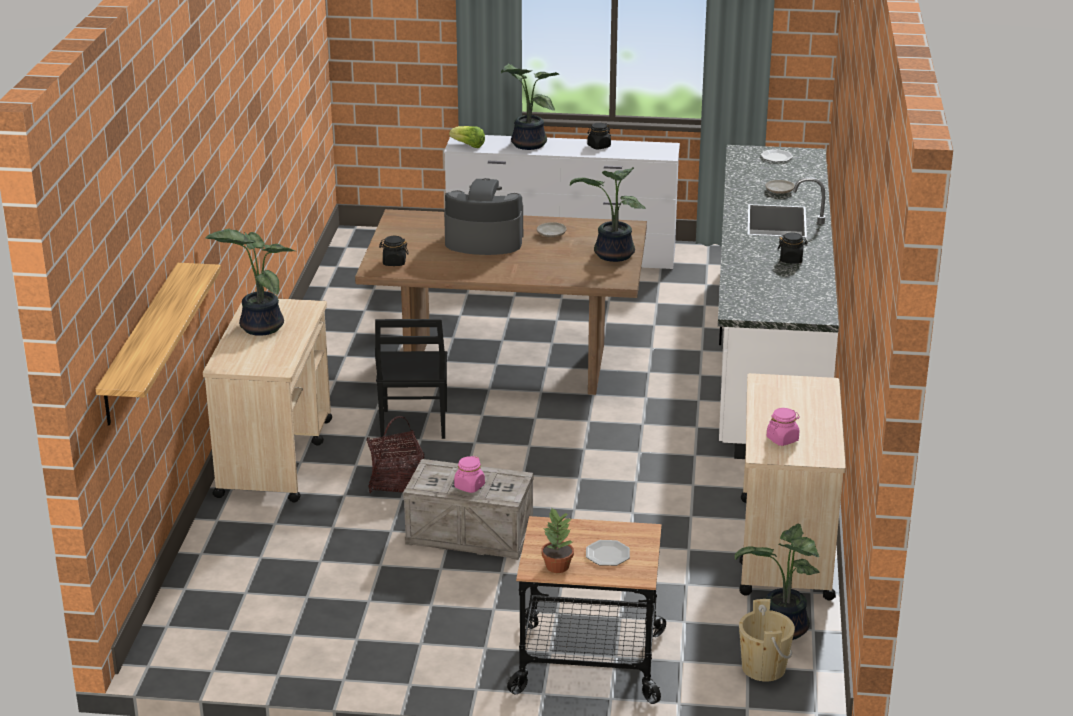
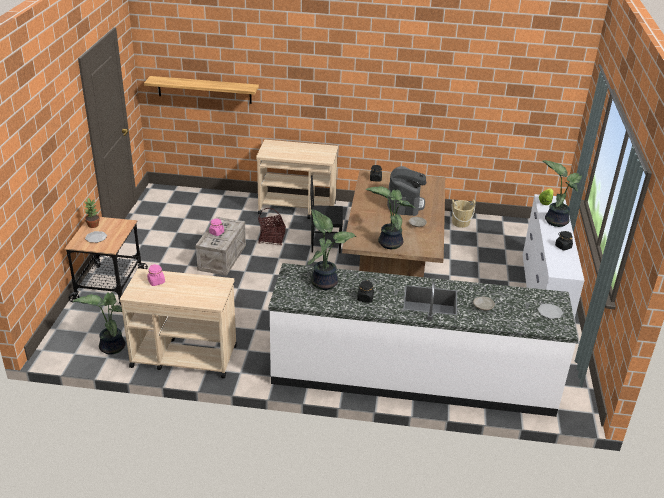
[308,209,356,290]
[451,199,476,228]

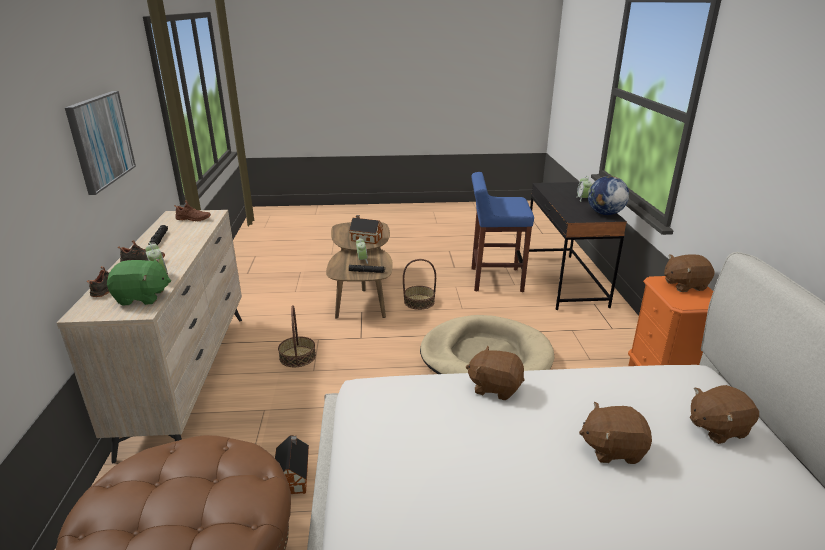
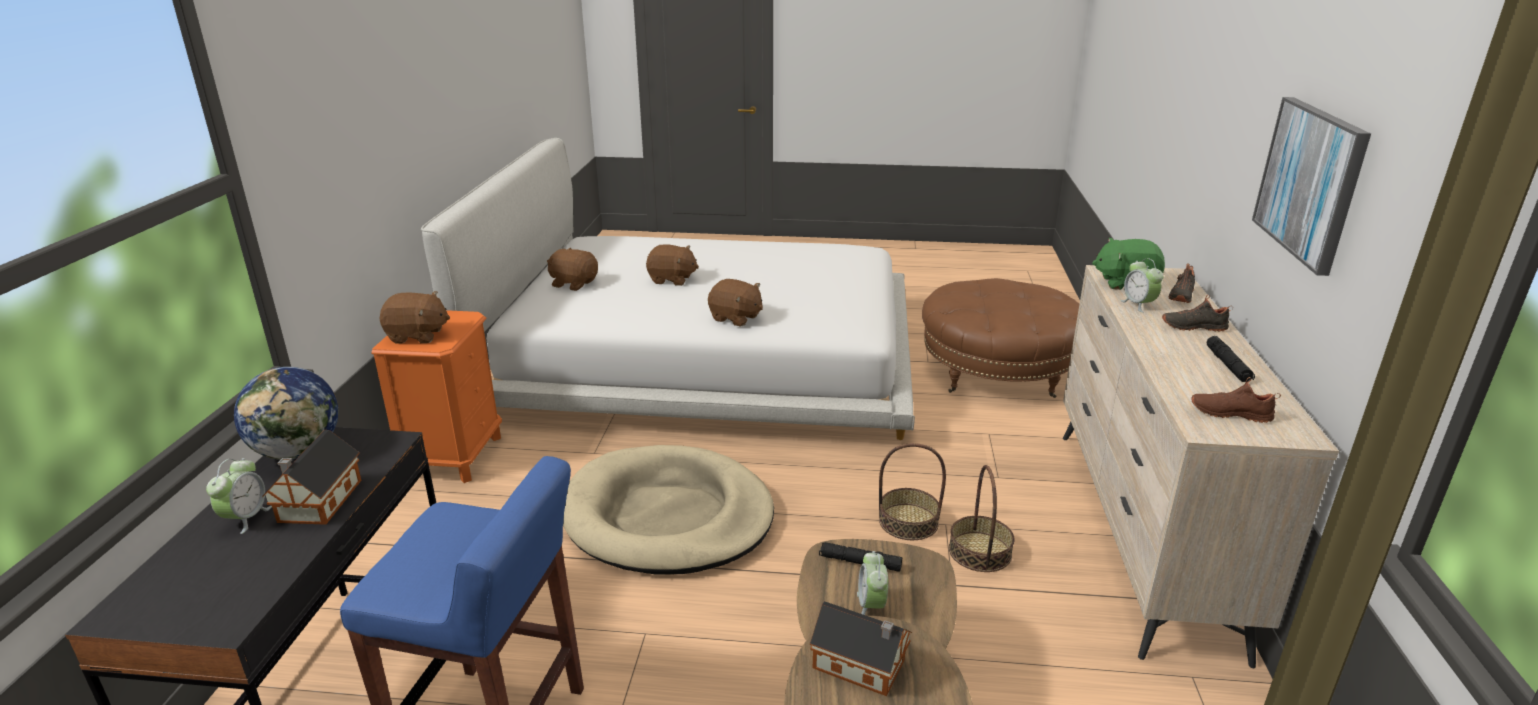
[262,430,362,525]
[879,443,946,540]
[547,247,598,291]

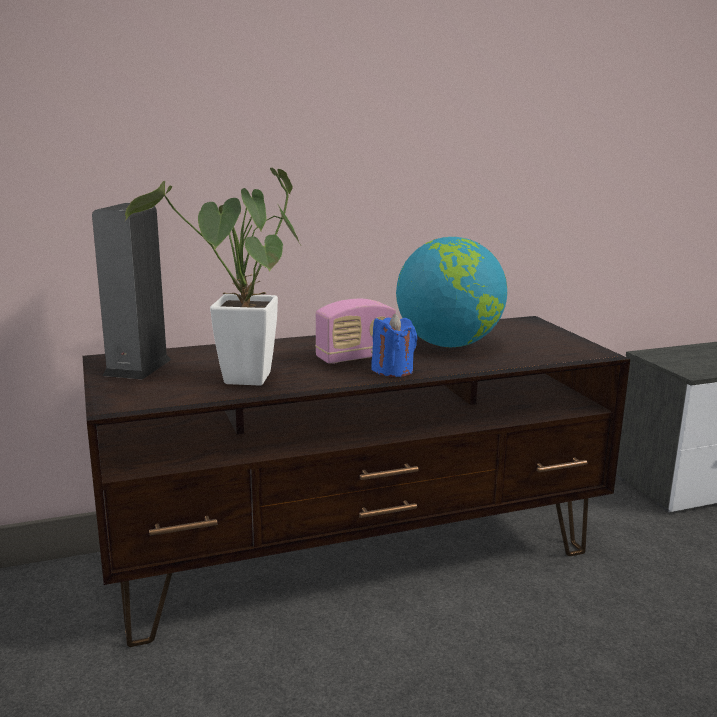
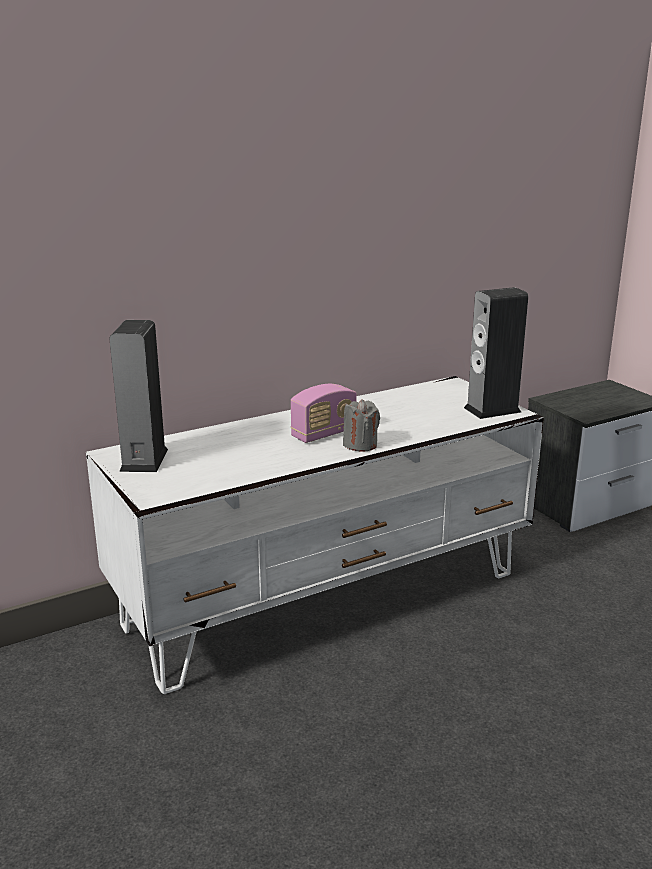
[86,376,544,694]
[125,167,300,386] (first image)
[343,399,380,452]
[396,237,507,347] (first image)
[464,287,528,419]

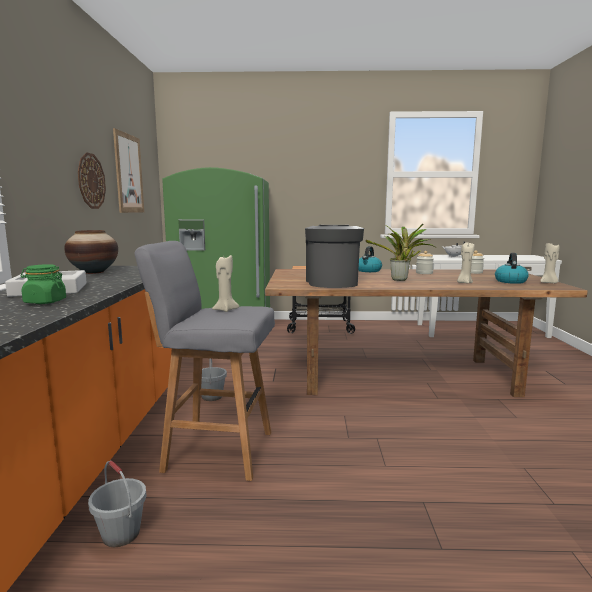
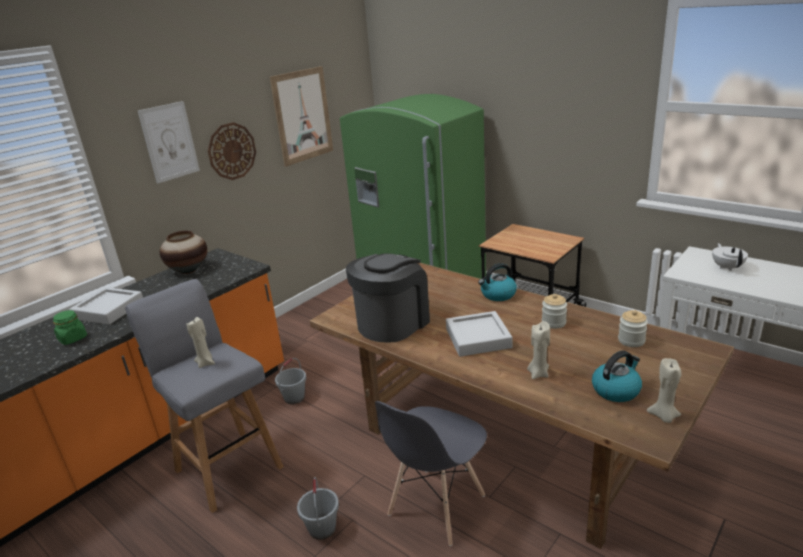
[297,477,339,540]
[446,311,513,357]
[138,101,200,184]
[375,401,487,546]

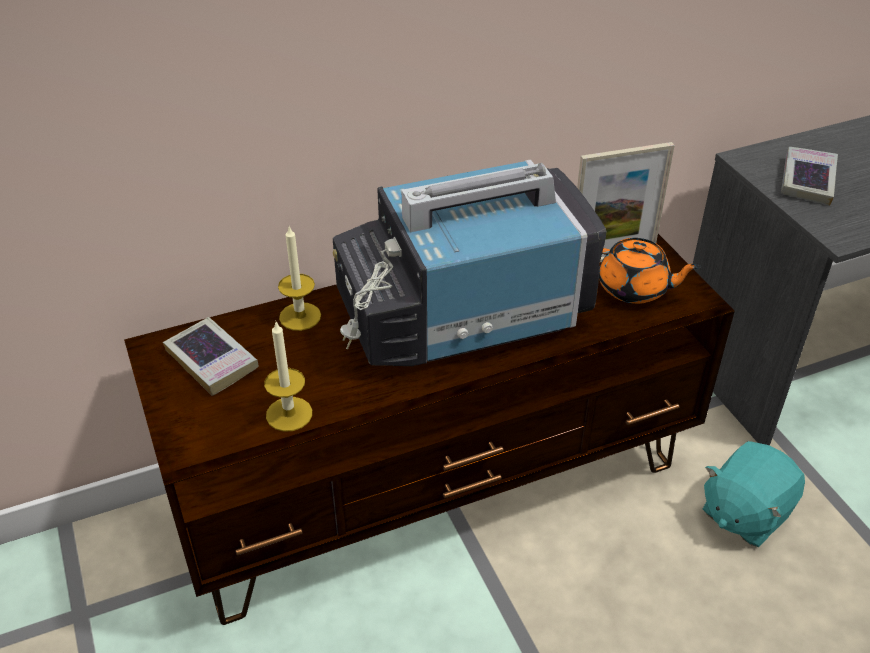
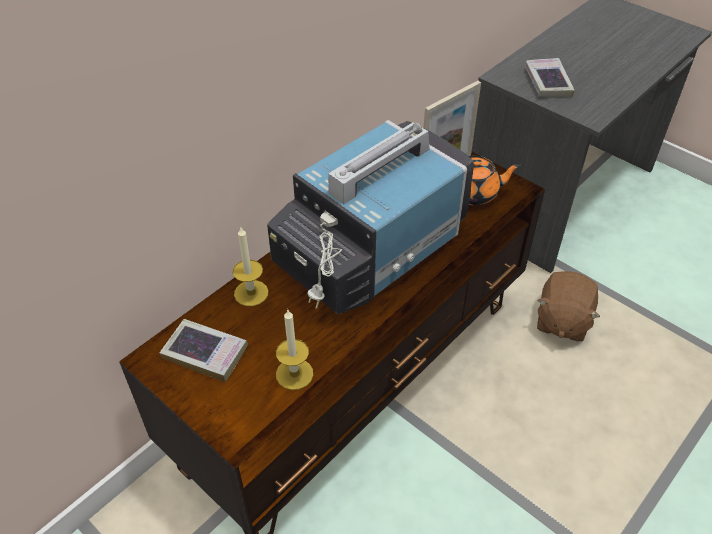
[537,271,600,341]

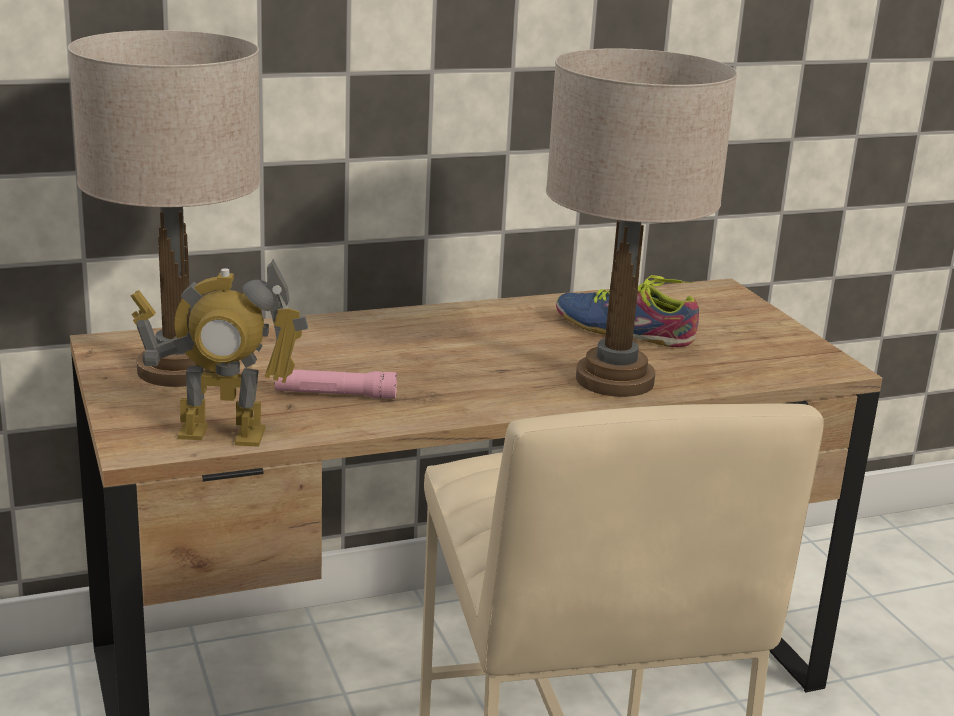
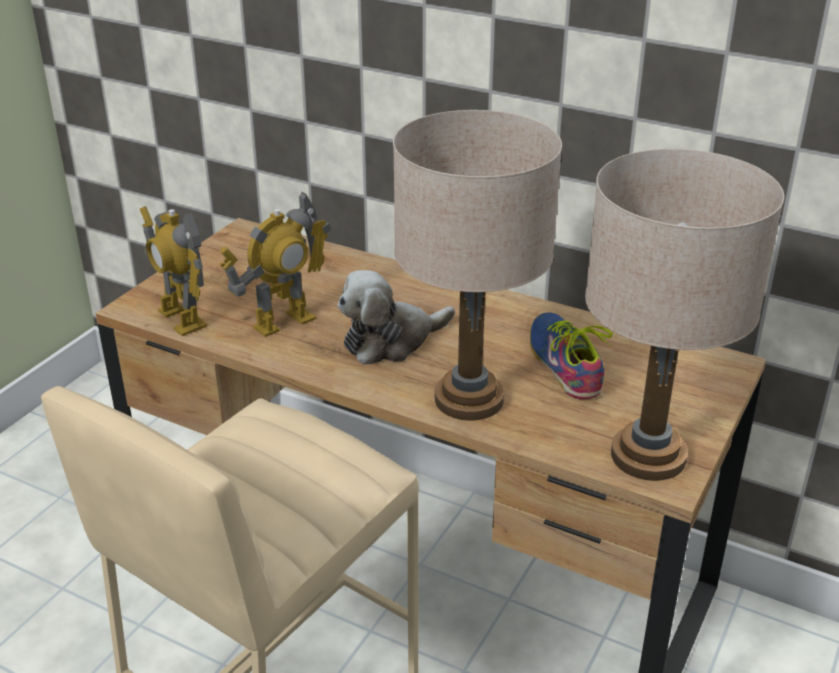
[585,149,784,481]
[219,191,331,337]
[337,270,455,365]

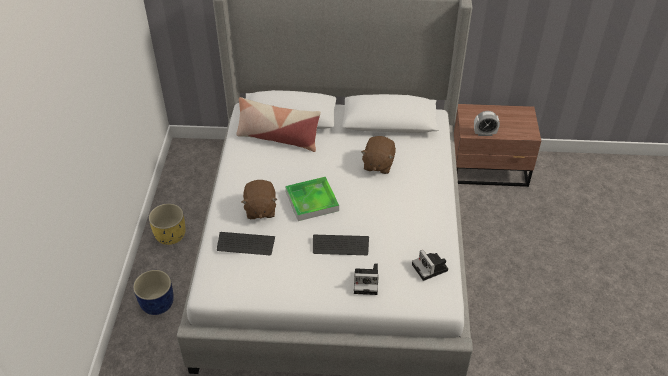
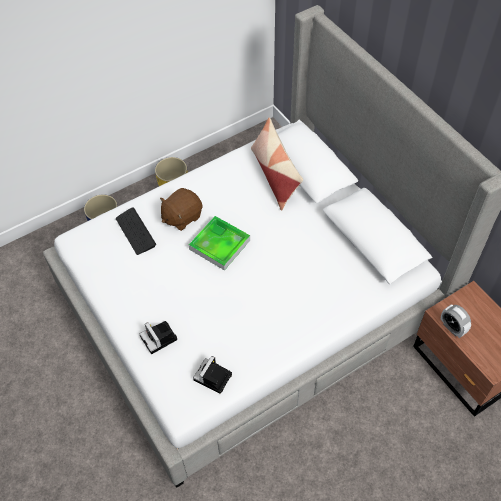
[313,235,369,255] (first image)
[361,136,396,174] (first image)

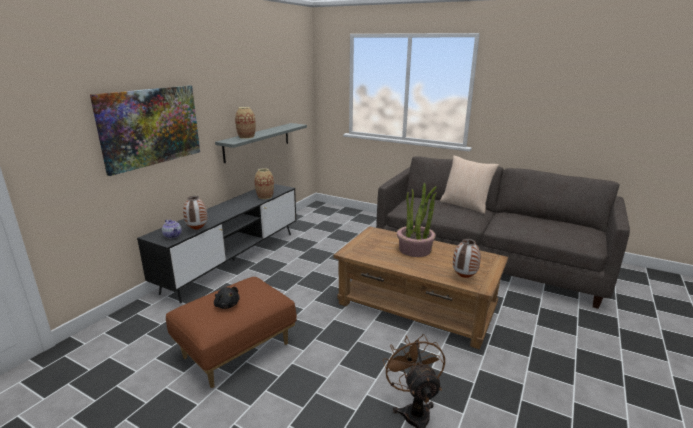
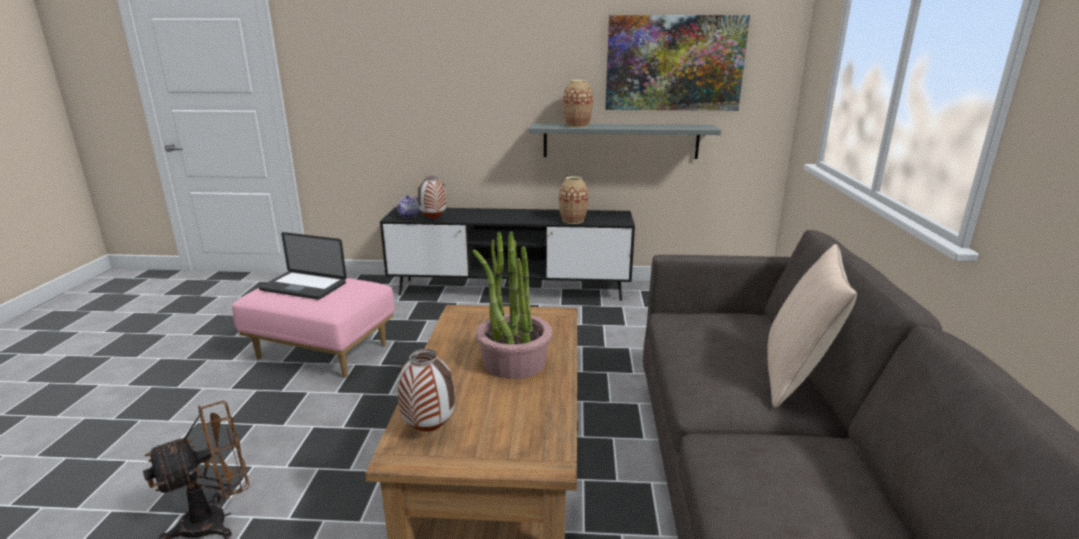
[605,15,750,111]
[232,278,395,378]
[259,232,347,300]

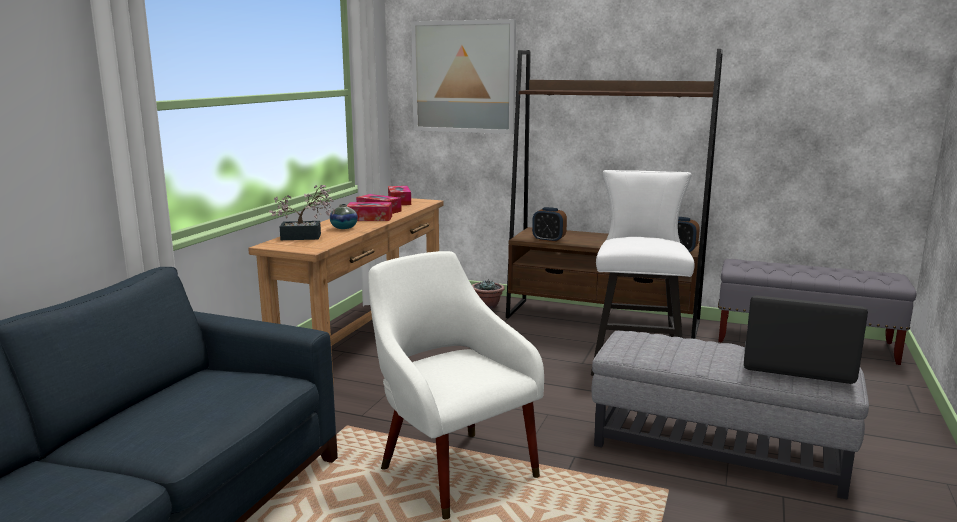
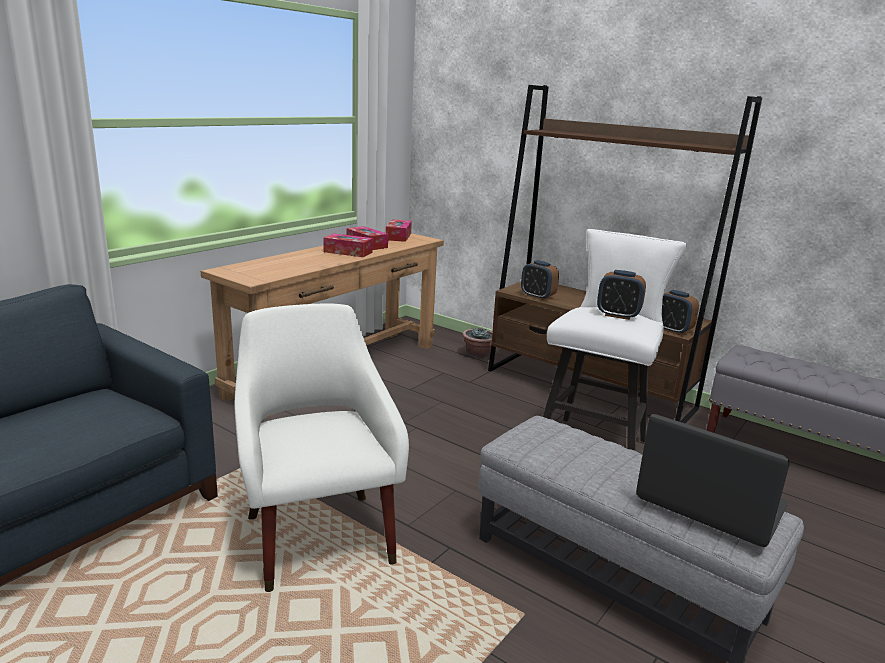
[269,185,335,240] (first image)
[330,204,358,229] (first image)
[411,19,516,134] (first image)
[597,270,646,320]

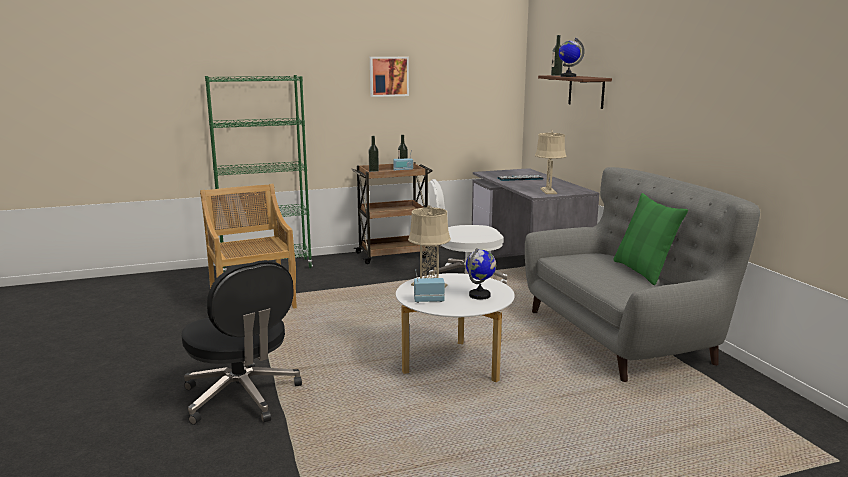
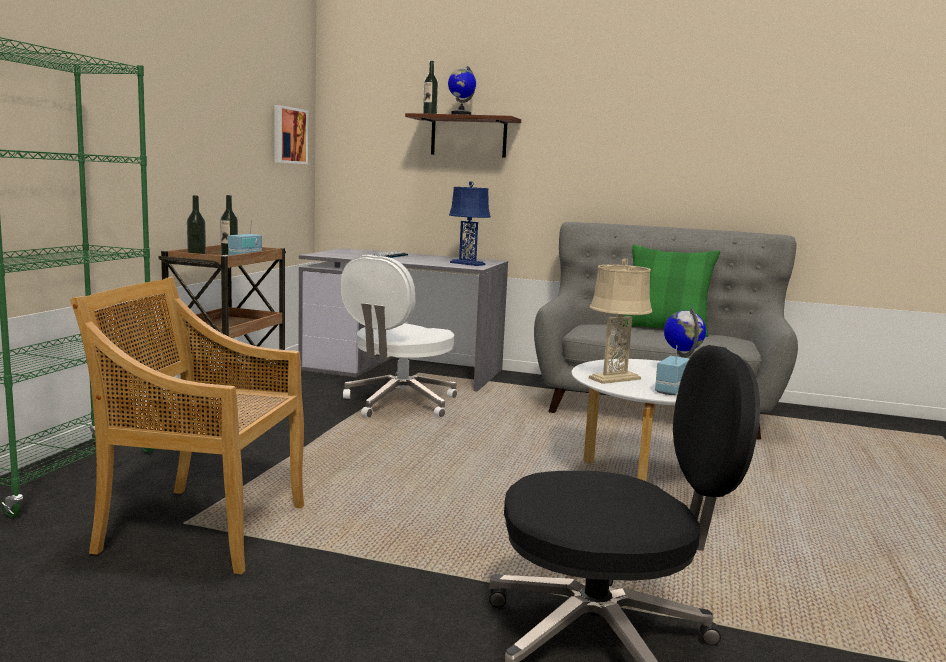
[274,105,308,164]
[449,181,491,266]

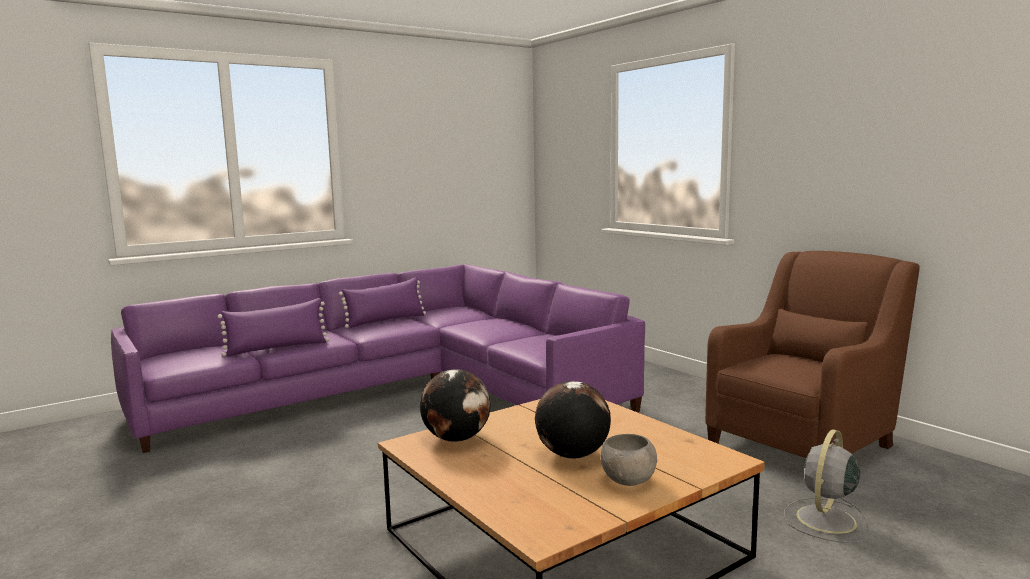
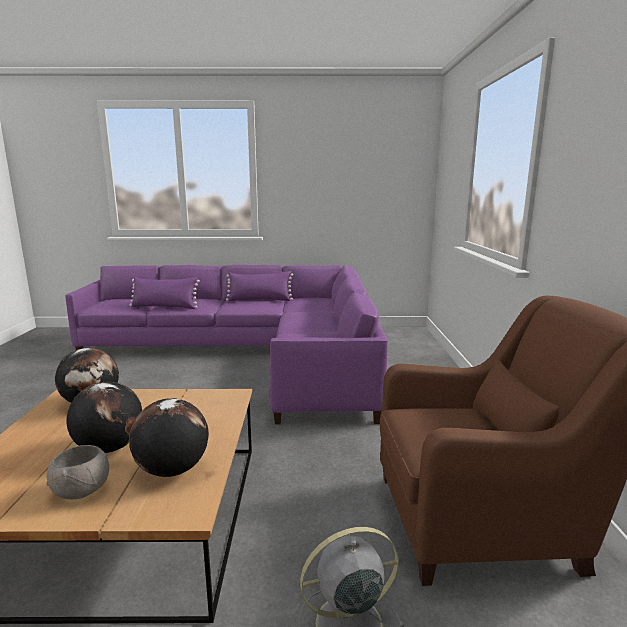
[129,398,209,477]

